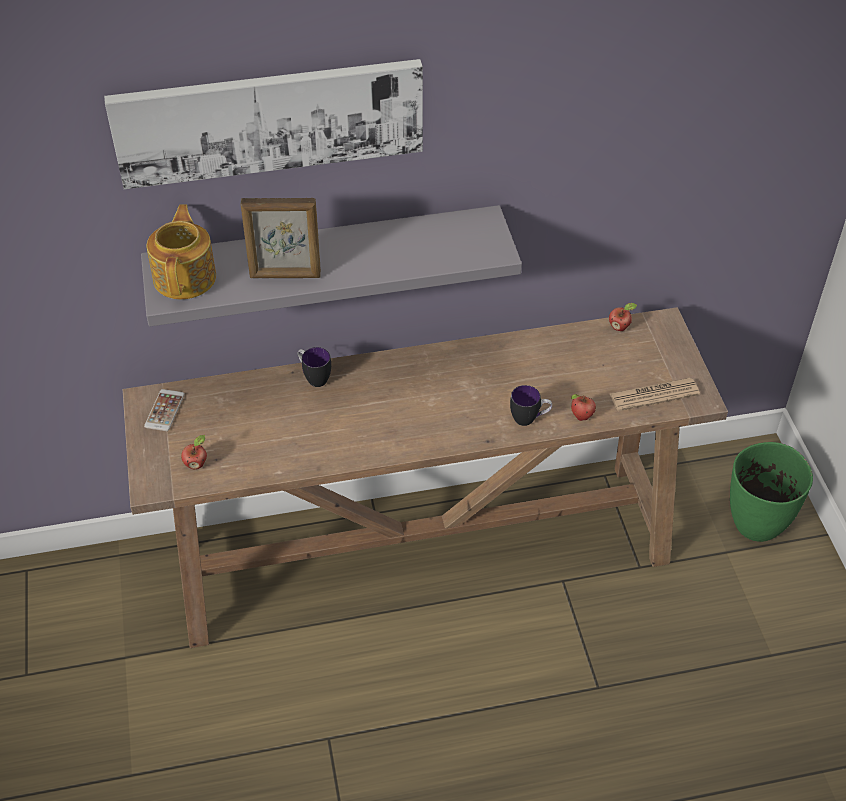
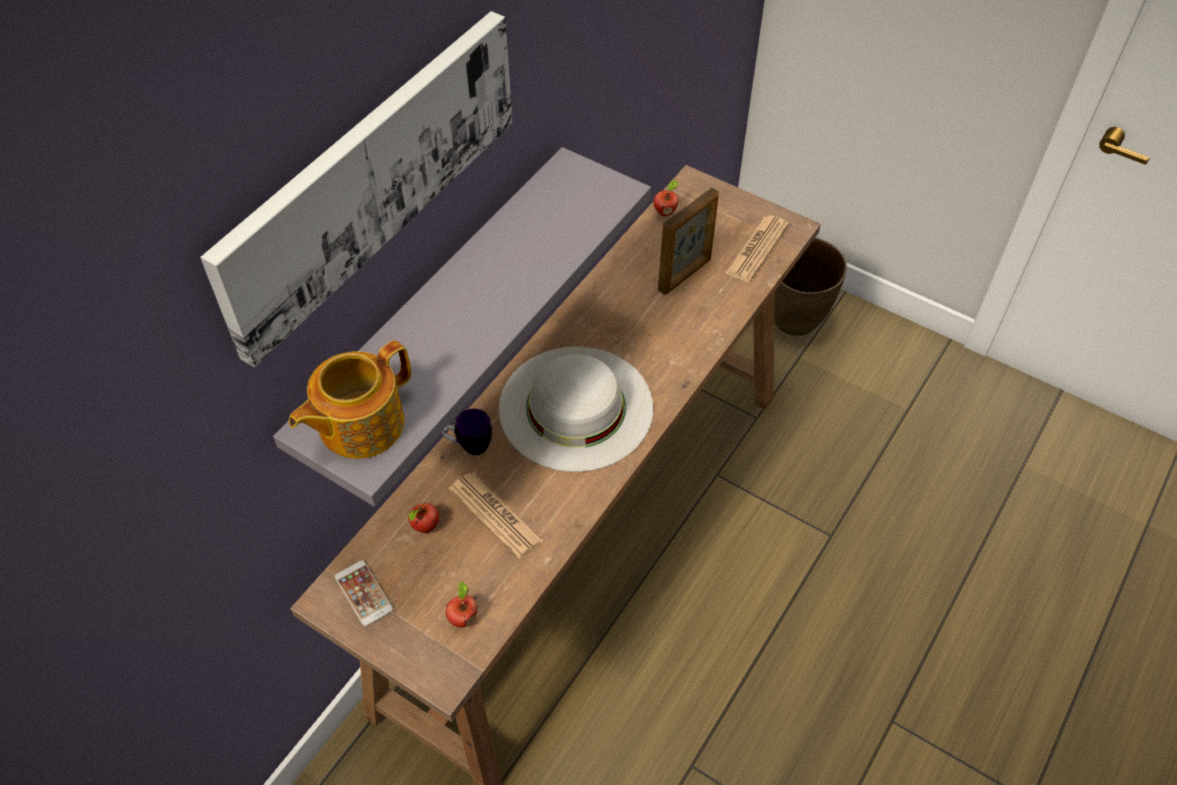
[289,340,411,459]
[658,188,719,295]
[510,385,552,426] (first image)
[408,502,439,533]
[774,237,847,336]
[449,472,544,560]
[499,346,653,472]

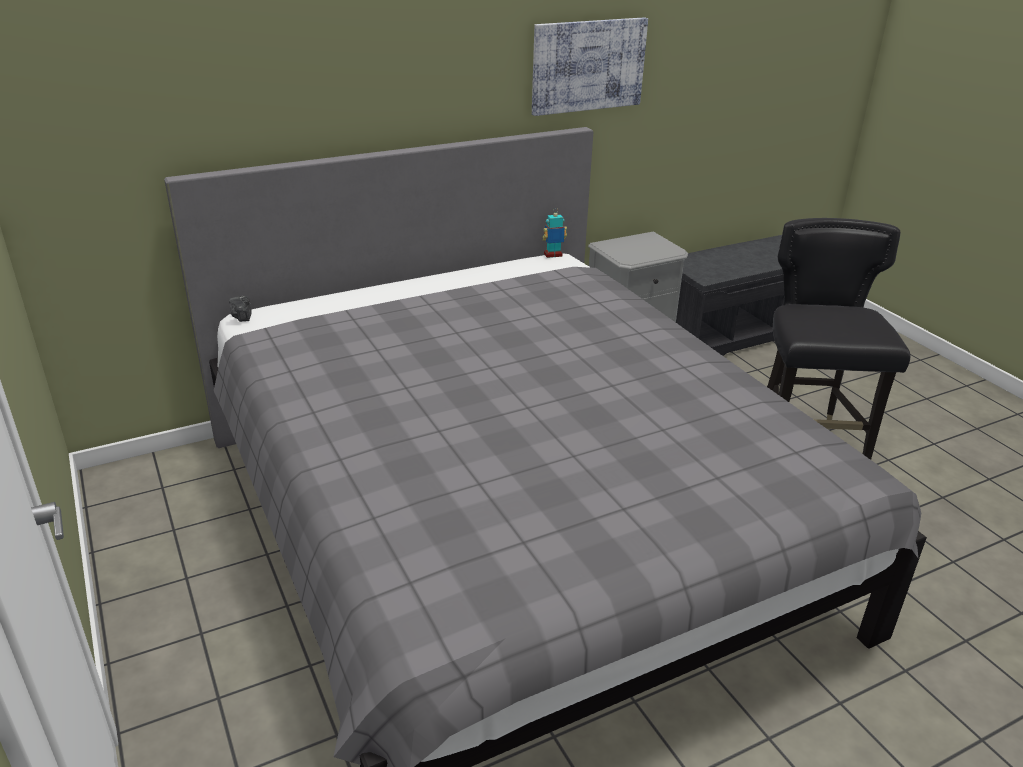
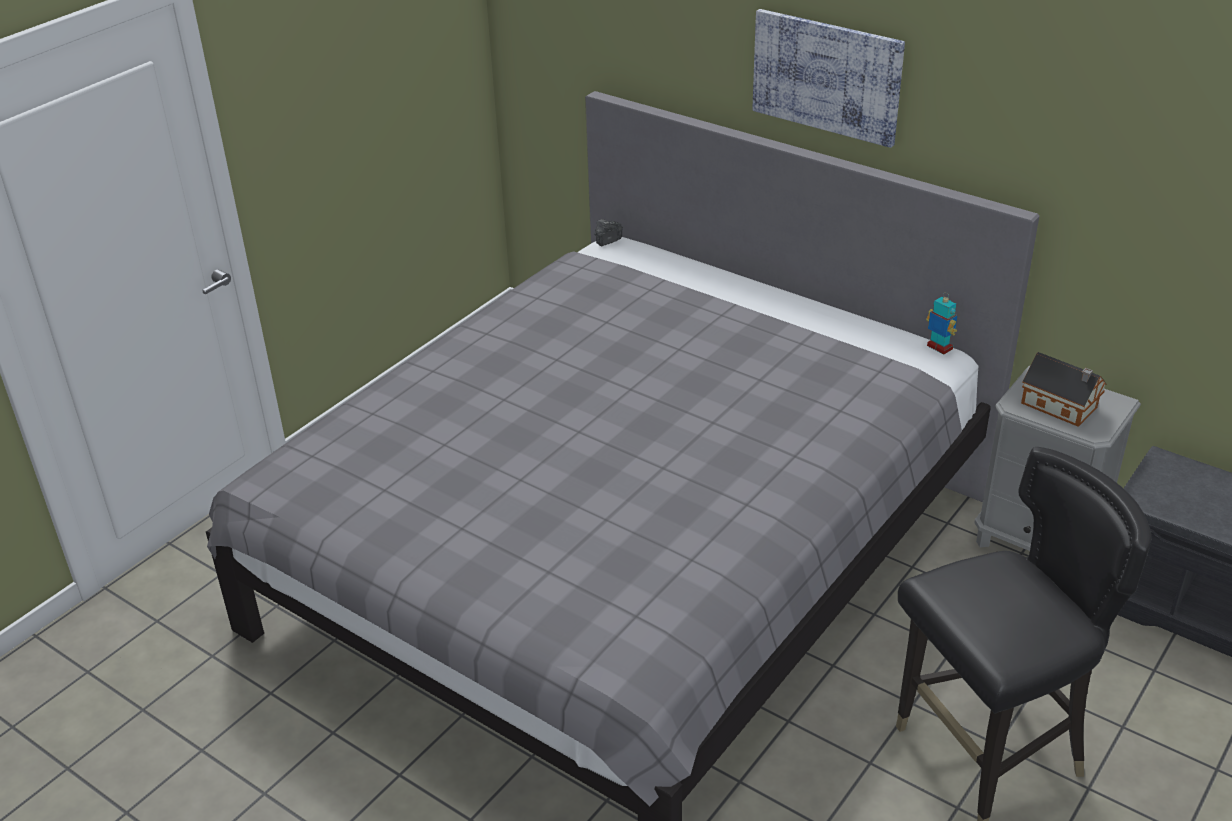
[752,9,905,148]
[1021,352,1107,427]

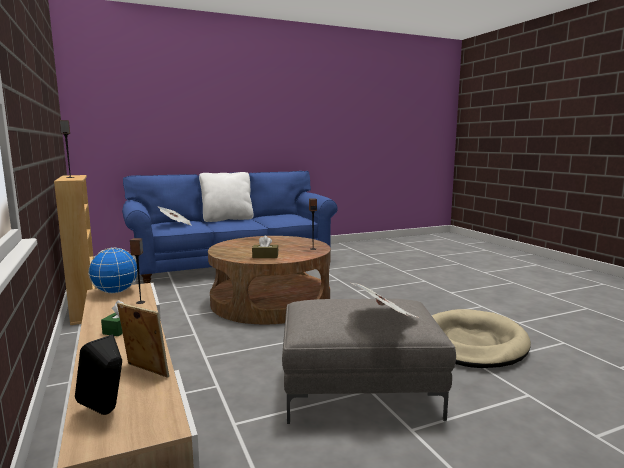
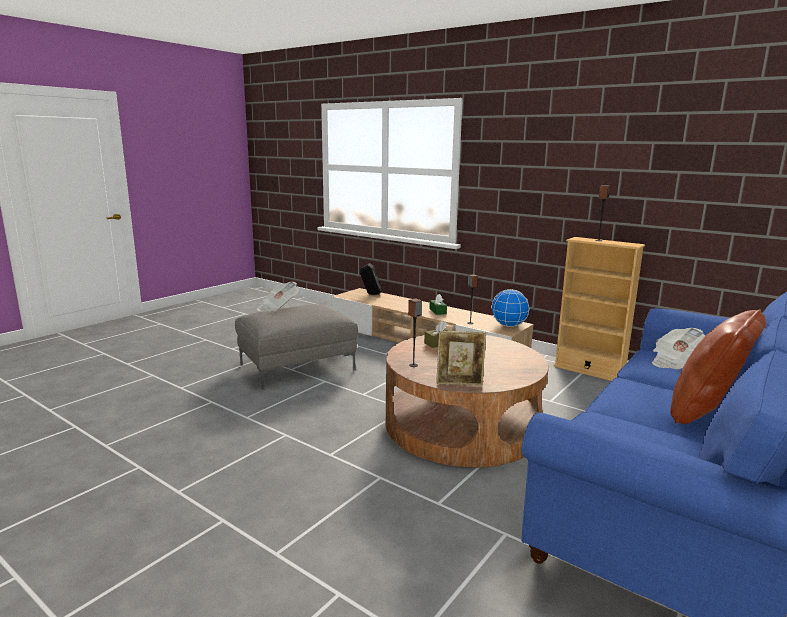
[436,331,486,385]
[670,309,766,424]
[432,309,531,368] (first image)

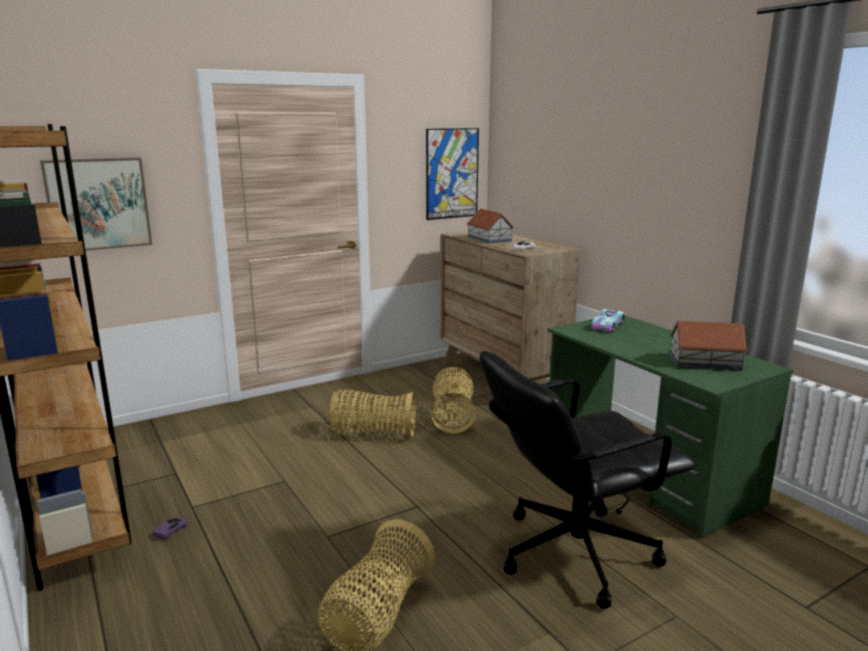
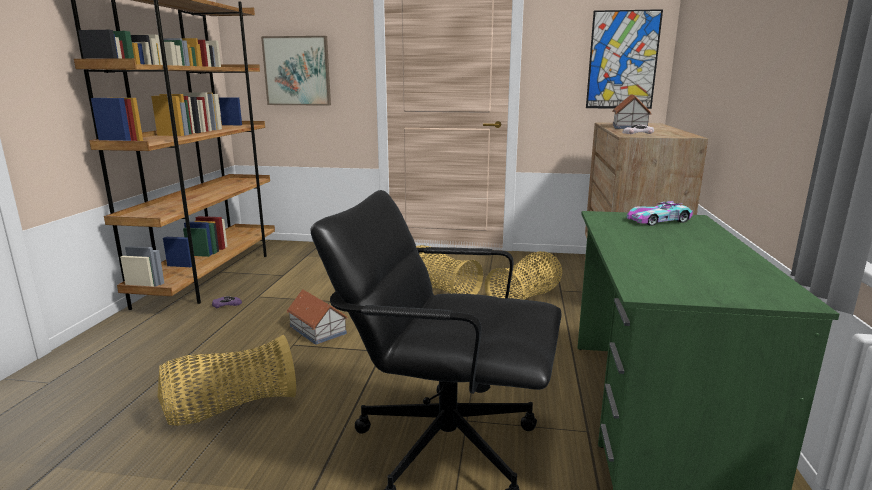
[287,289,348,345]

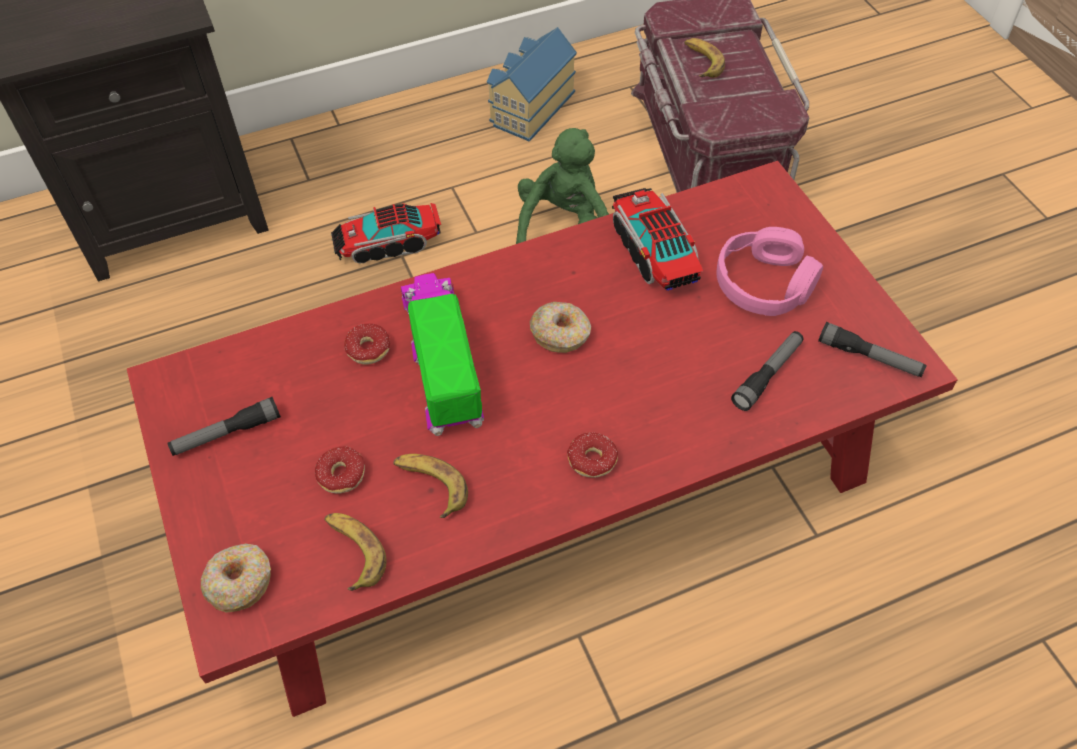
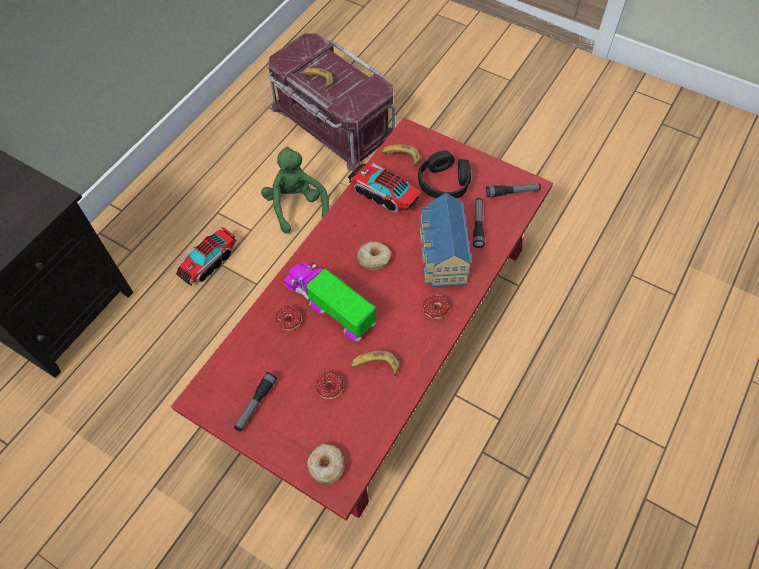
[381,144,421,167]
[420,193,472,287]
[418,150,471,199]

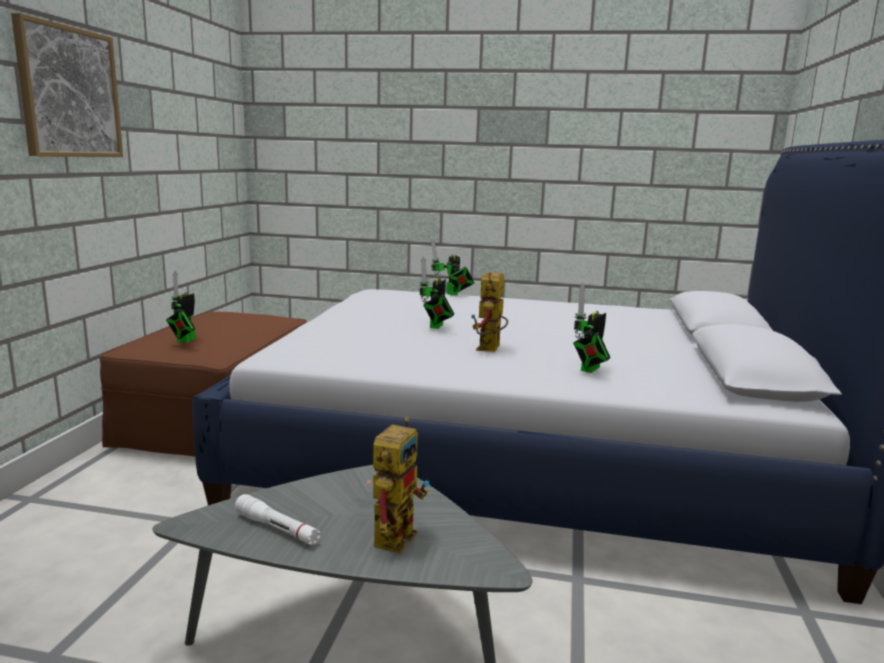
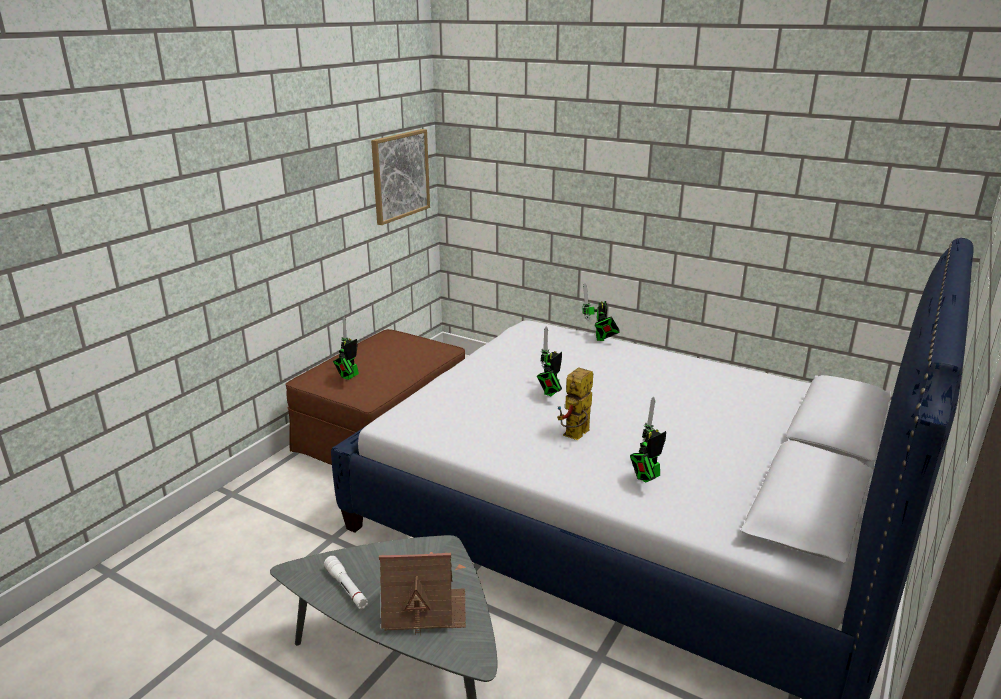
[371,129,430,225]
[379,553,466,635]

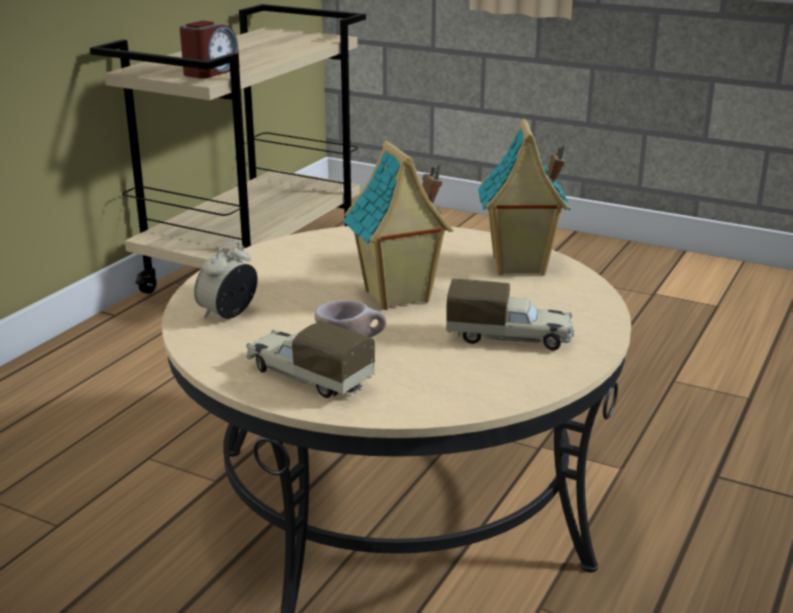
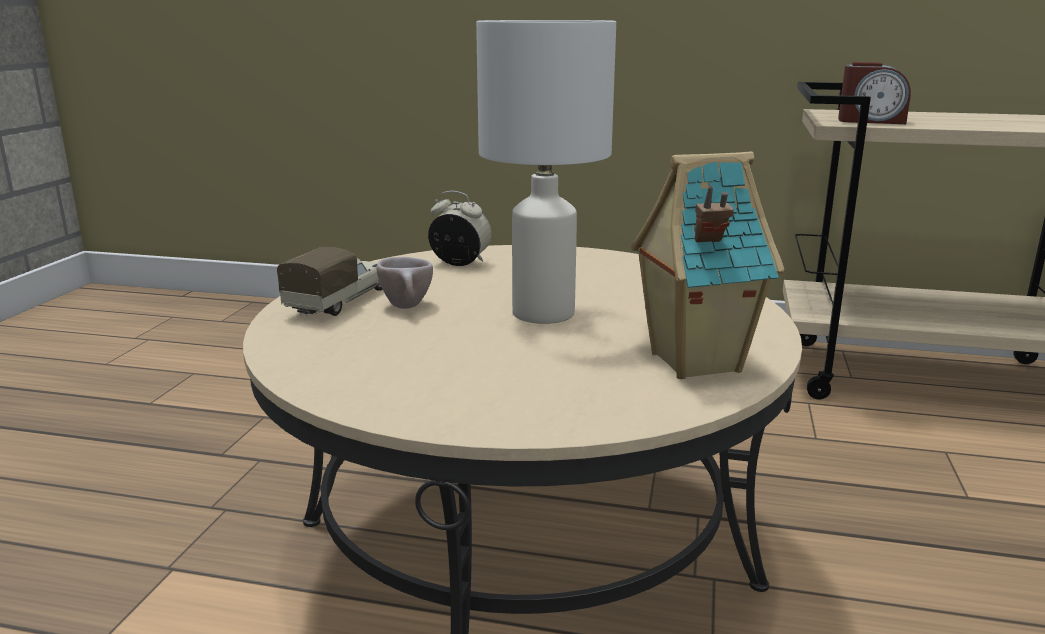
[476,20,616,324]
[446,279,574,351] (first image)

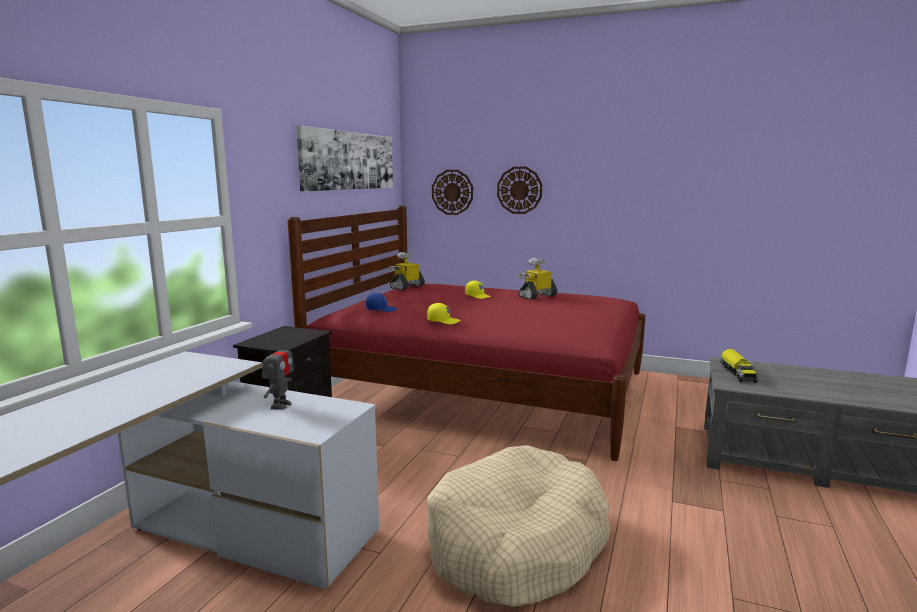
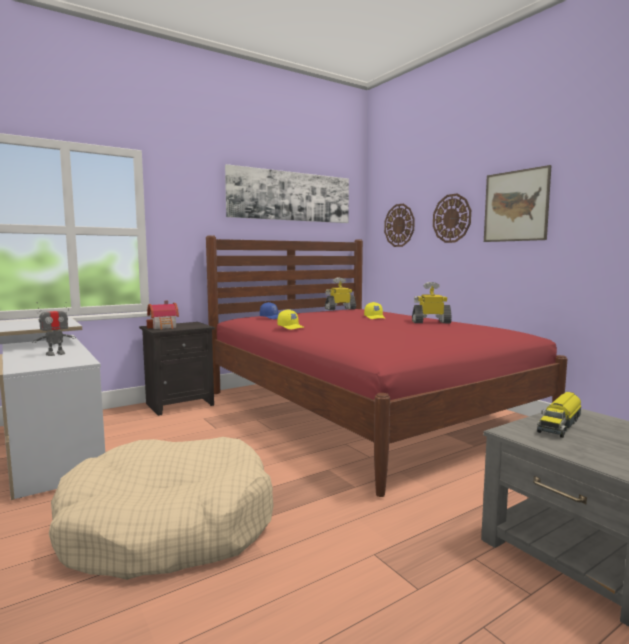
[147,301,179,330]
[484,165,552,242]

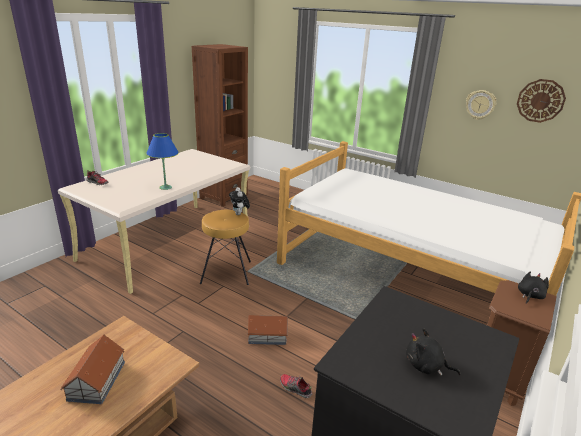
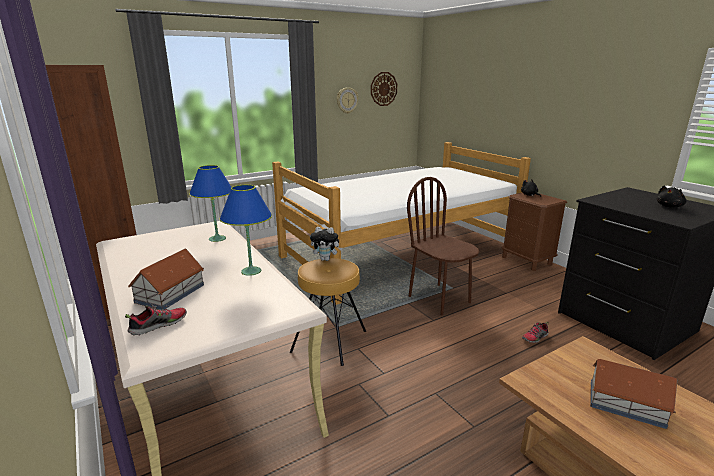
[128,249,204,310]
[189,165,231,242]
[407,177,479,315]

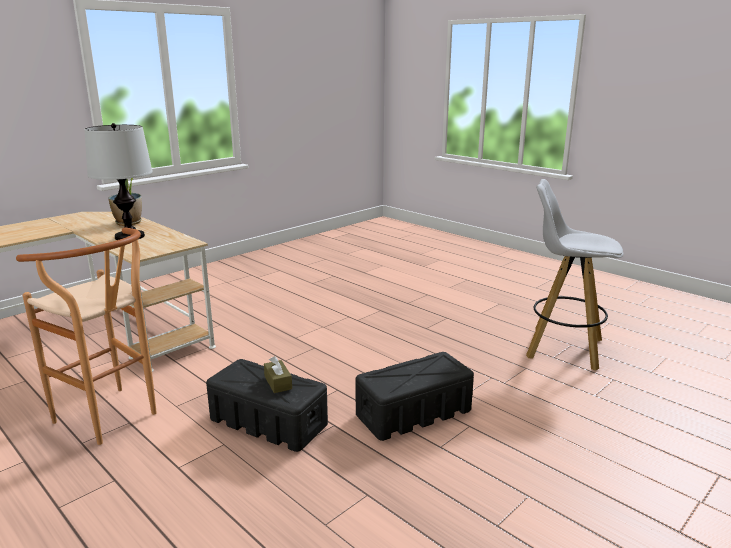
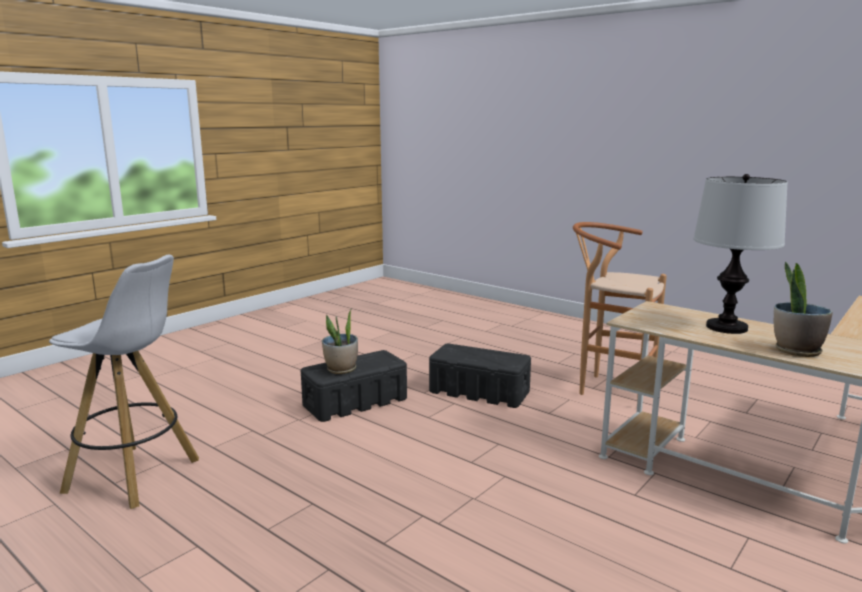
[264,356,292,393] (first image)
[322,310,358,374]

